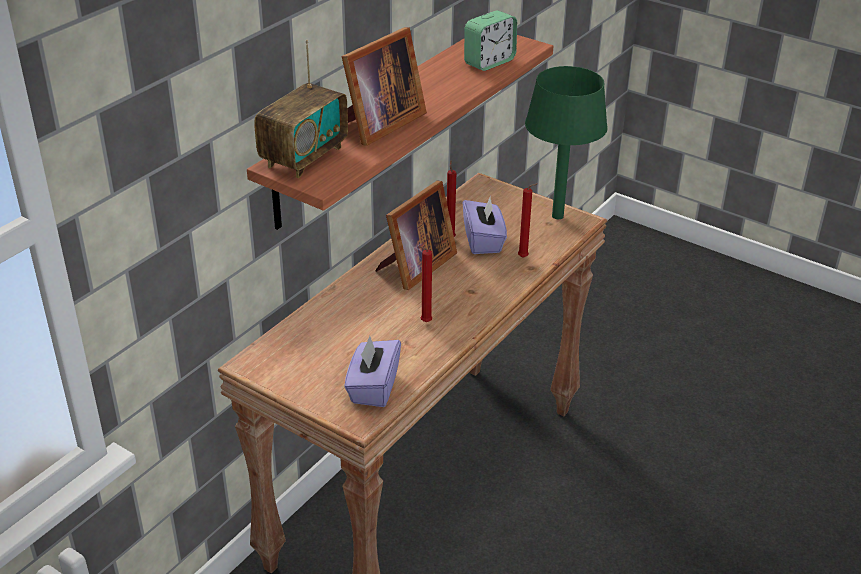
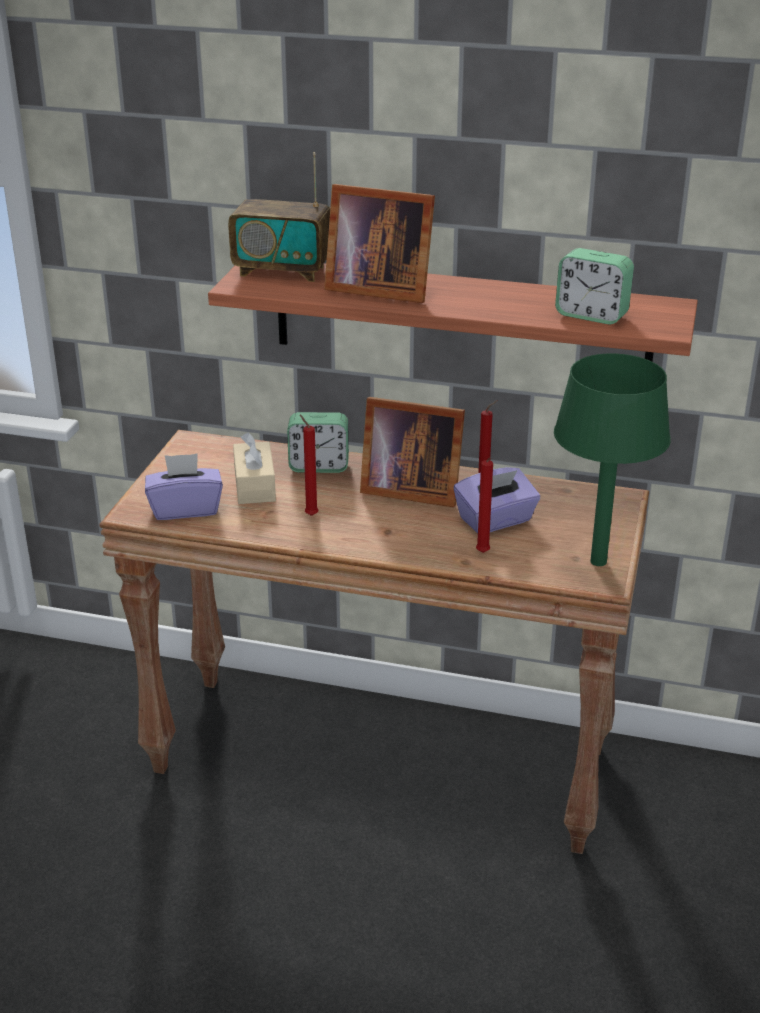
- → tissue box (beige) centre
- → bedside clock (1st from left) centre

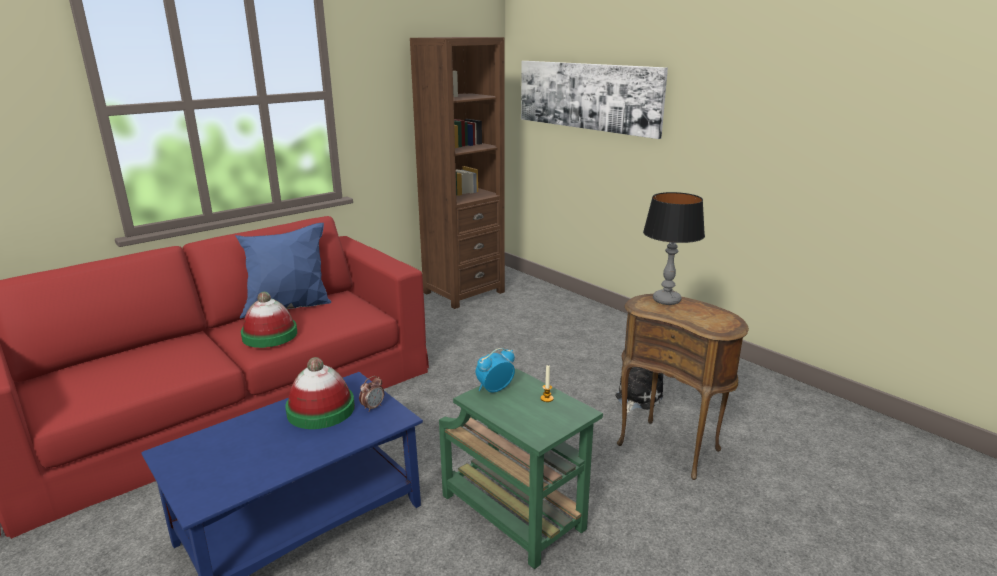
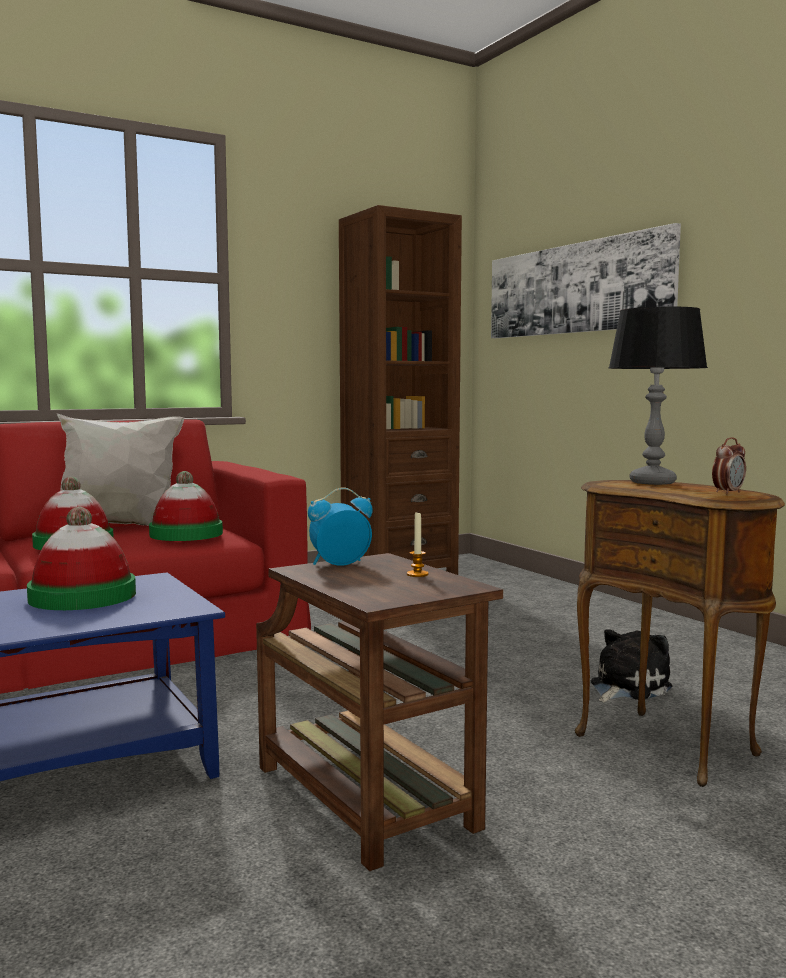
- → clothing hat (3rd from left) middle left
bedside clock (1st from left in the first image) bottom centre → bedside clock (2nd from left) middle right, moved
throw pillow (blue-coloured) middle left → throw pillow (whitish) middle left
side table (green-coloured) bottom centre → side table (brown) (1st from left) bottom centre

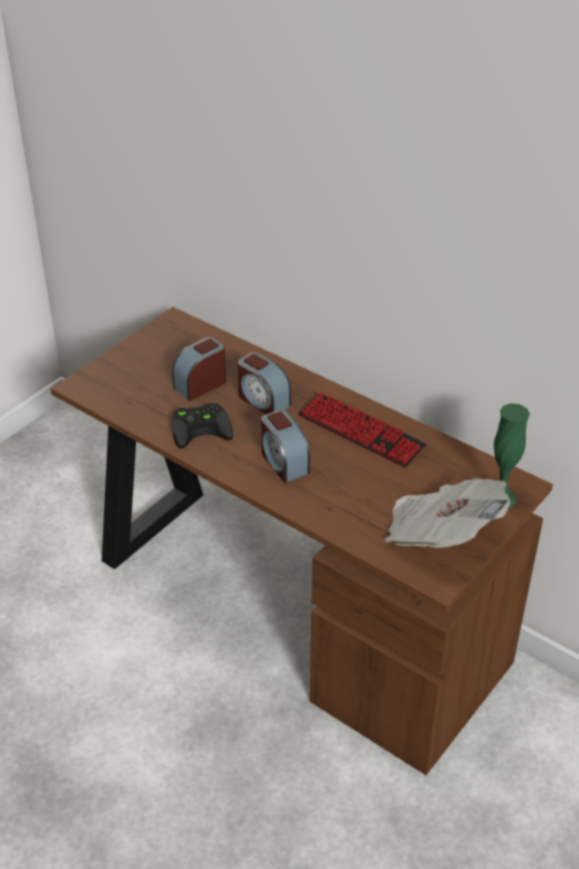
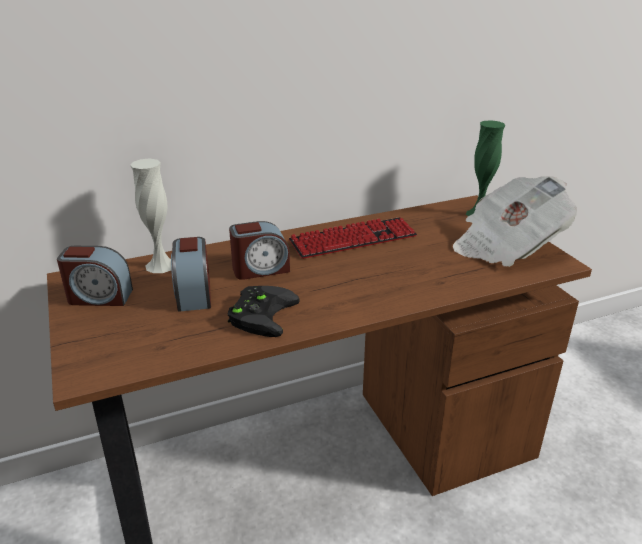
- → flower vase (whitish) middle left
bedside clock (3rd from left in the first image) centre → bedside clock (1st from left) middle left, moved

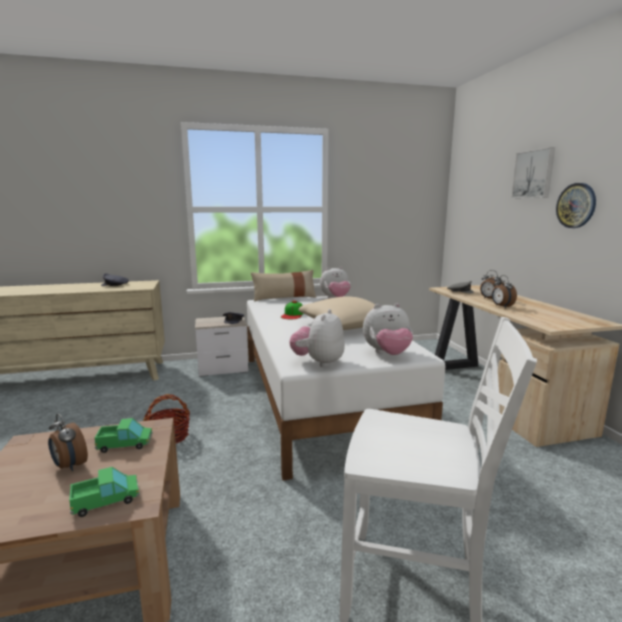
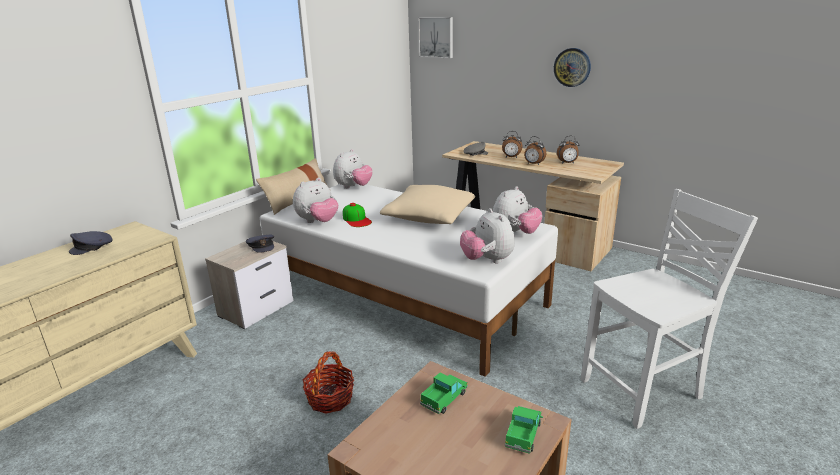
- → cuddly toy (1st from left) centre
bedside clock (1st from left in the first image) bottom left → bedside clock (3rd from left) top right, moved
picture top right → picture top centre, moved

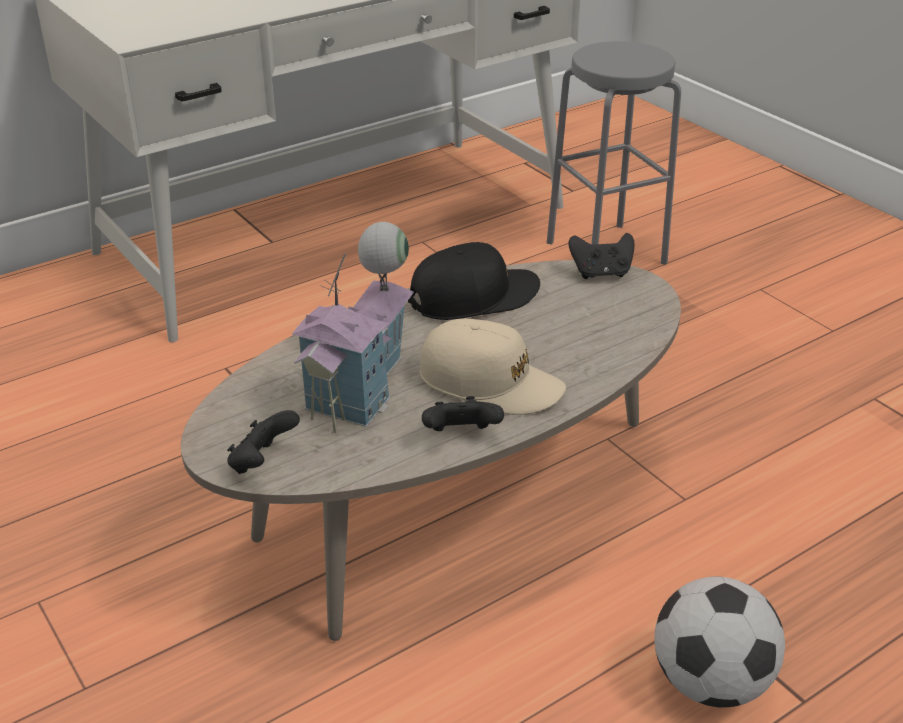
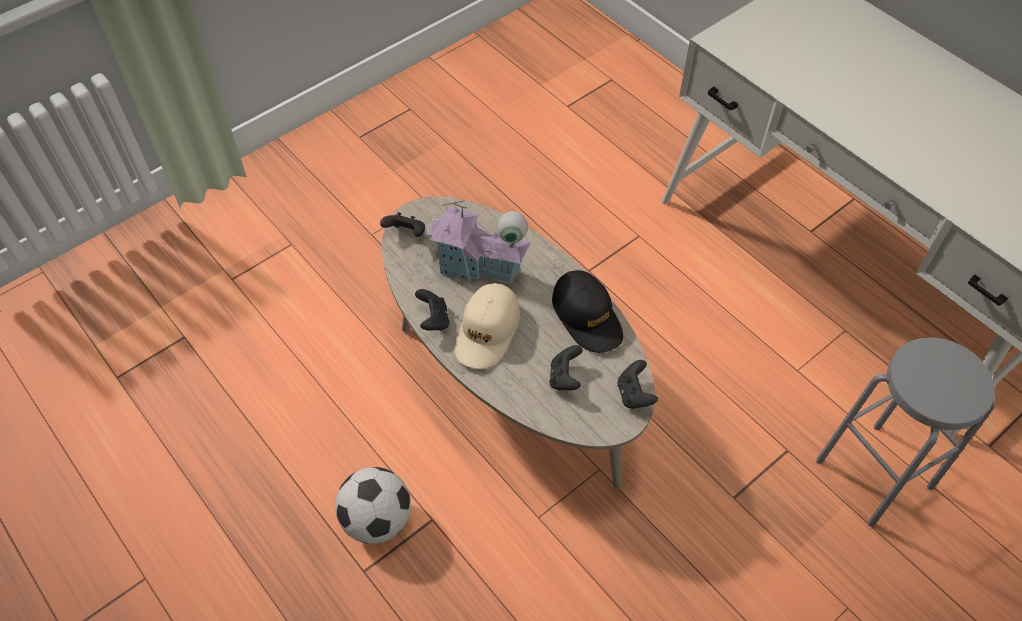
- → game controller (black) (3rd from left) centre

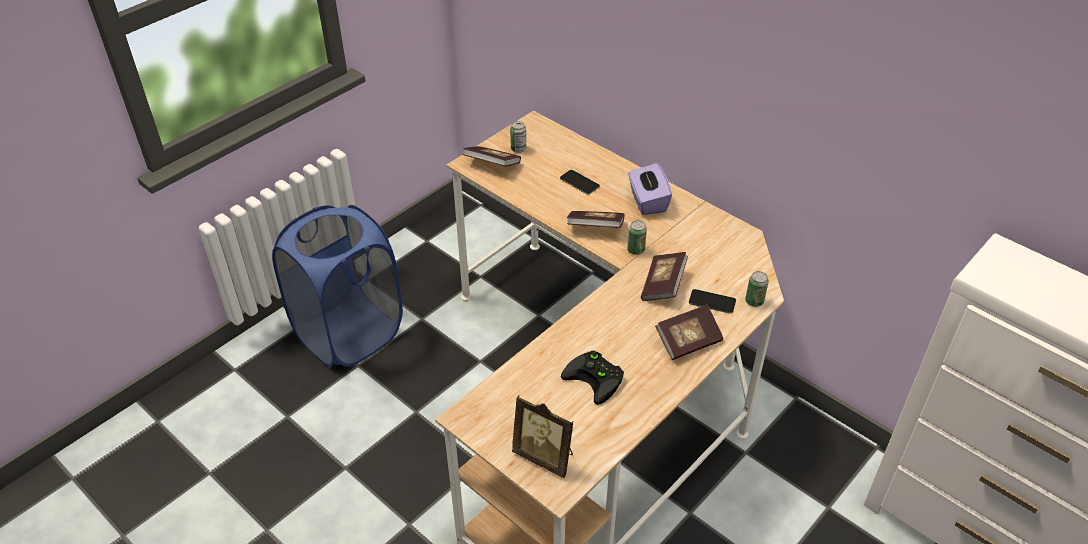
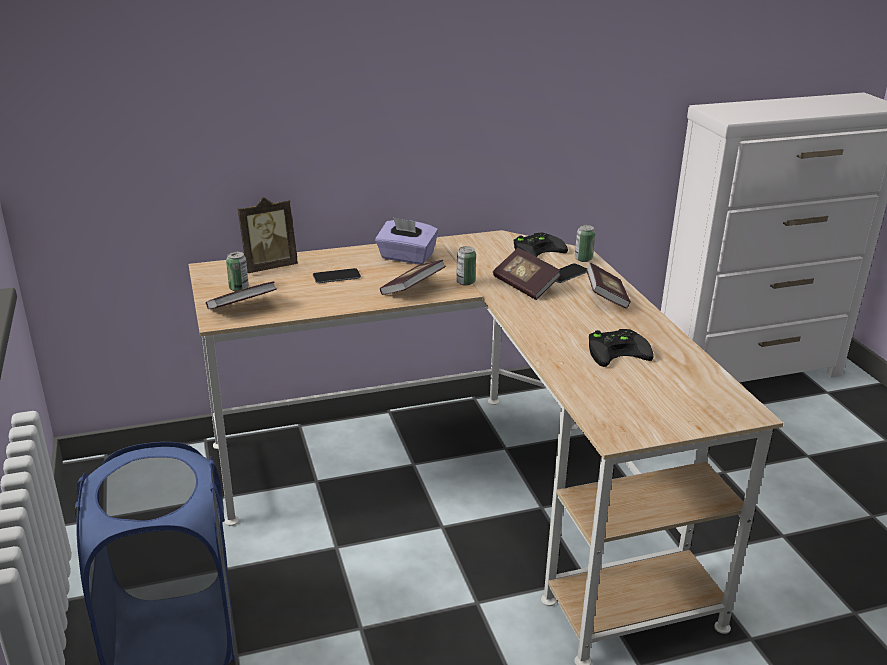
- → game controller (black) (1st from left) centre
picture frame bottom centre → picture frame middle left, moved

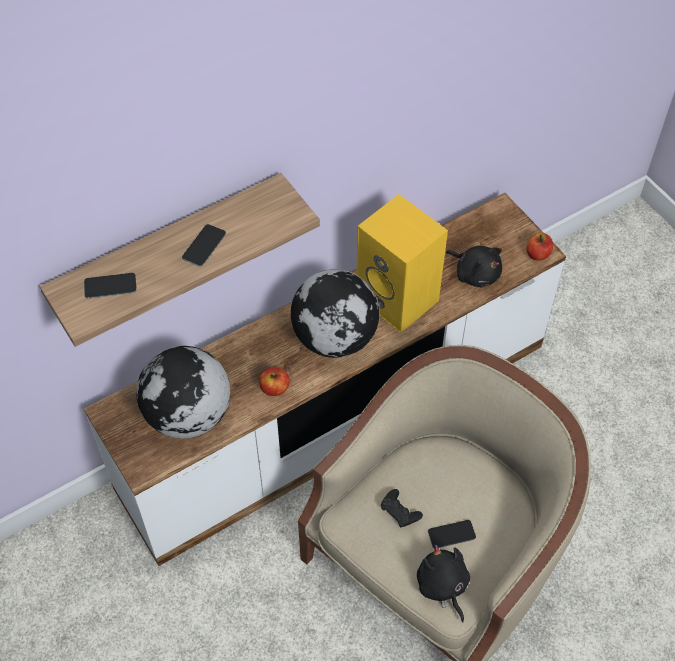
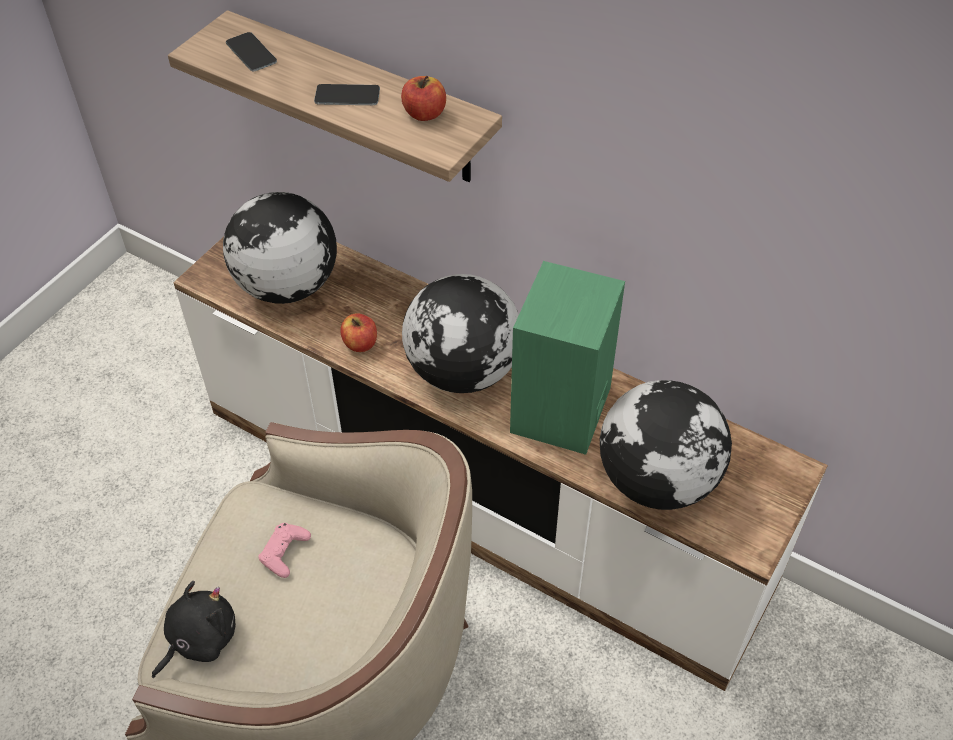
handset (3rd from left) bottom right → -
whole apple (2nd from left) middle right → whole apple (2nd from left) top centre, moved
cuddly toy (black) (2nd from left) middle right → globe (3rd from left) middle right
audio speaker (yellow) centre → audio speaker (green-coloured) centre
game controller (black) bottom centre → game controller (pink) bottom left

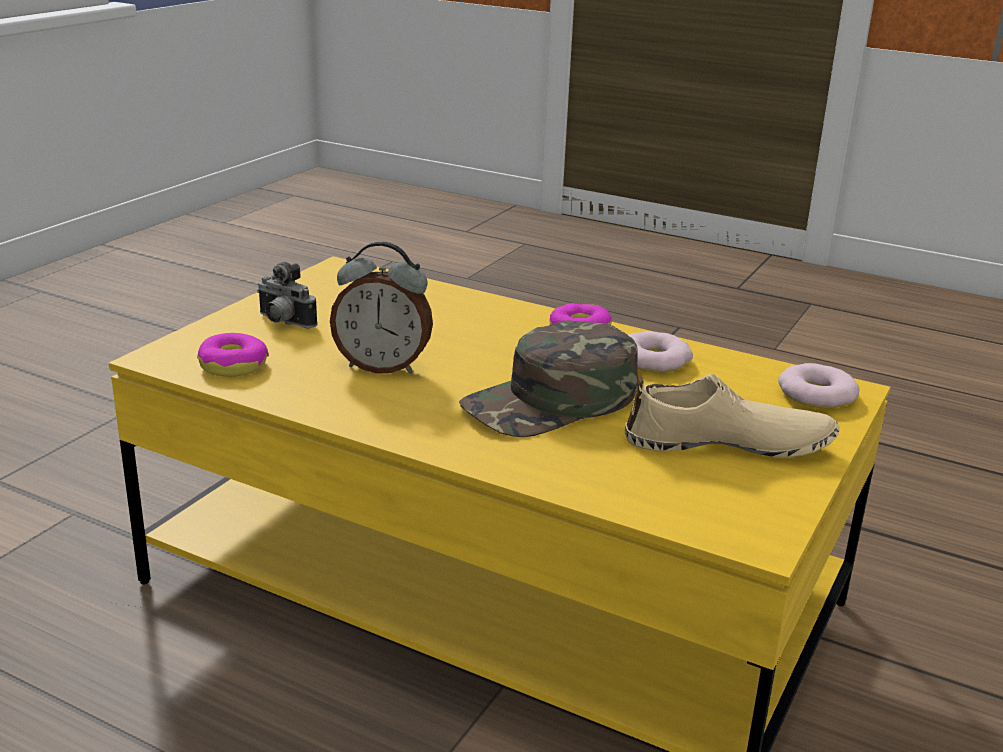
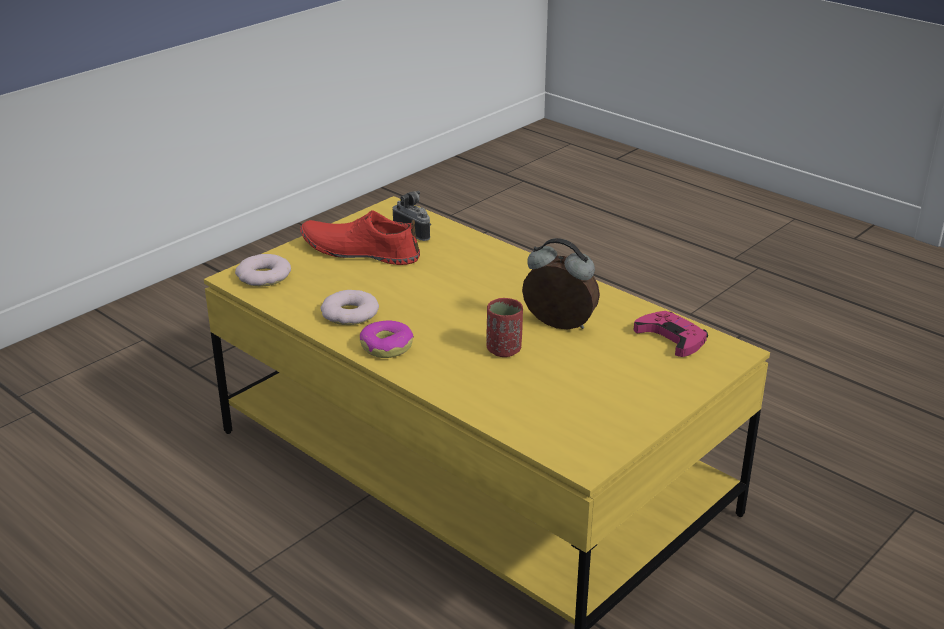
peaked cap (green-coloured) centre → -
- → cup (red-coloured) centre
still camera middle left → still camera centre, moved
donut (1st from left) middle left → game controller (pink) middle right
low shoe (beige) middle right → low shoe (red-coloured) centre

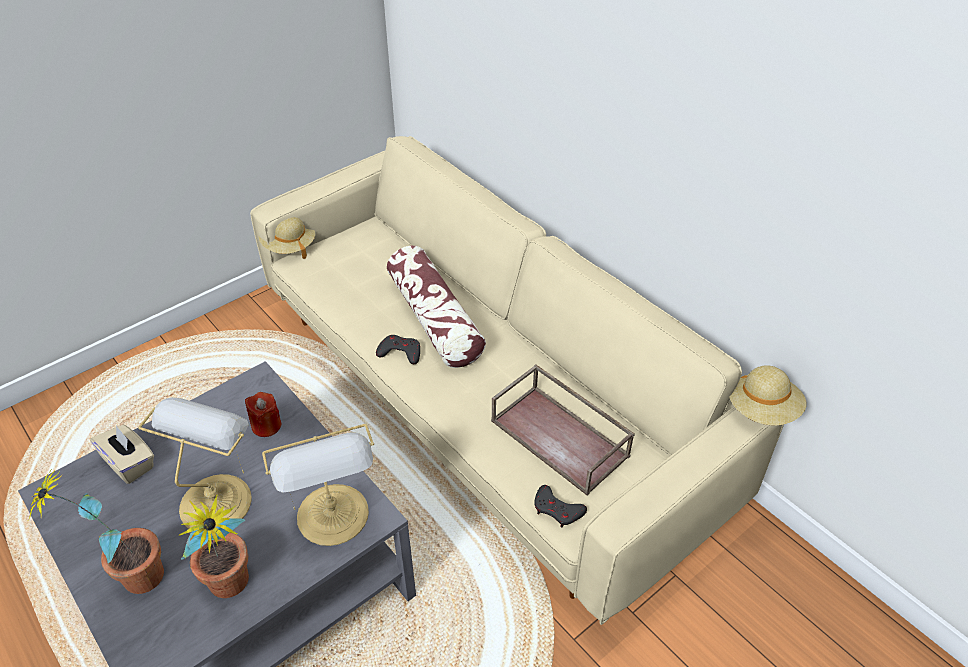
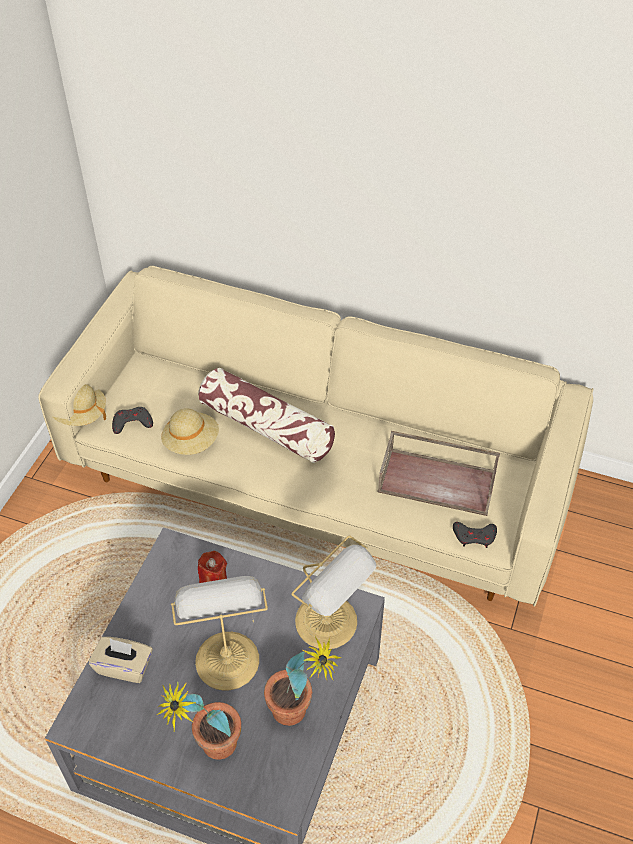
game controller (grey) (1st from left) centre → game controller (grey) (1st from left) middle left, moved
clothing hat (beige) (2nd from left) middle right → clothing hat (beige) (2nd from left) middle left, moved

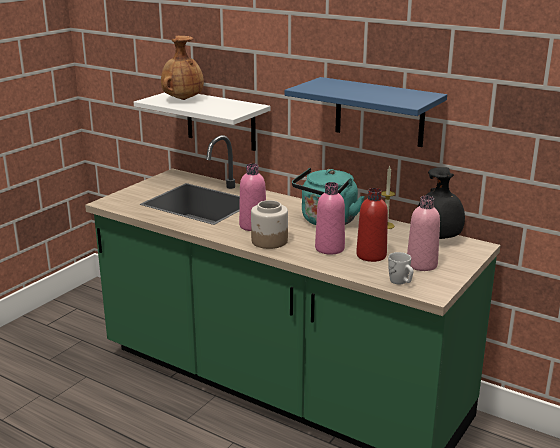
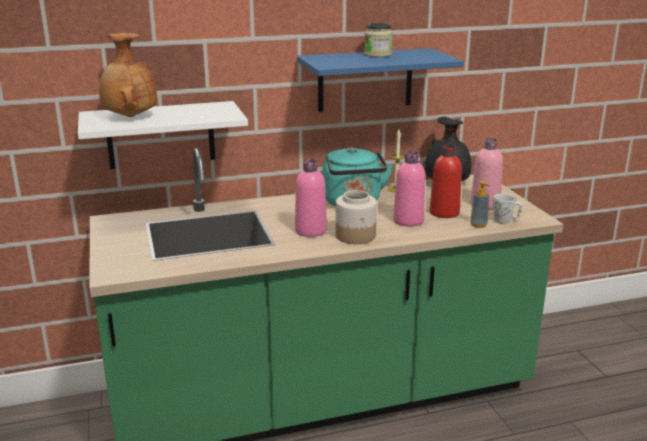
- → preserve jar (2nd from left) top centre
- → soap bottle middle right

